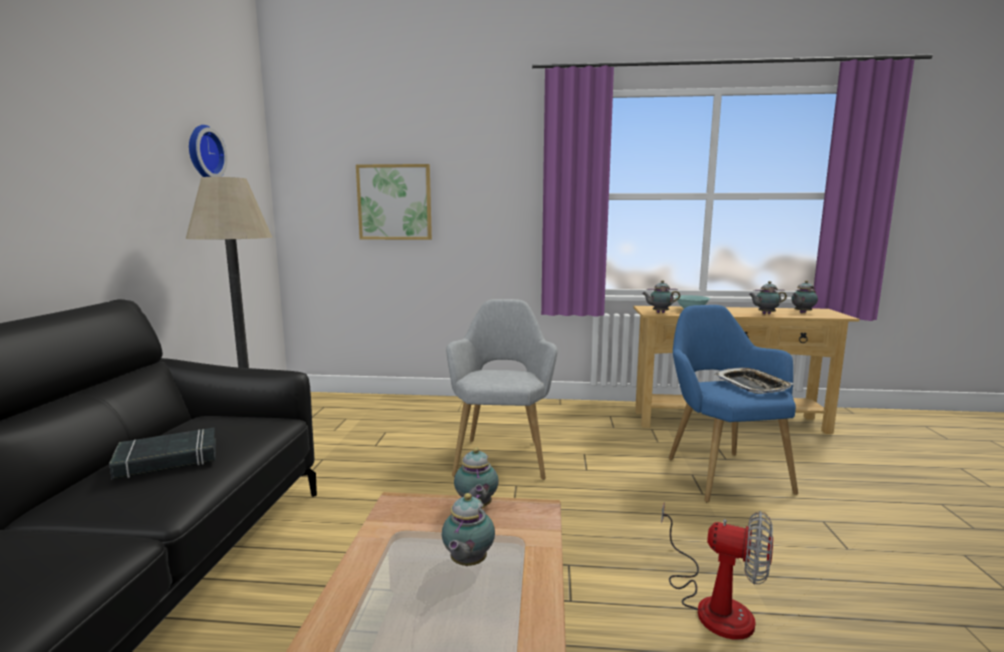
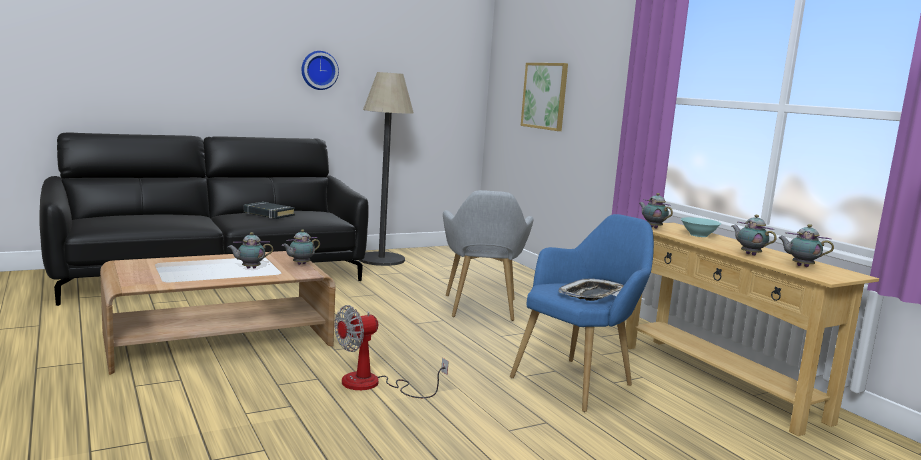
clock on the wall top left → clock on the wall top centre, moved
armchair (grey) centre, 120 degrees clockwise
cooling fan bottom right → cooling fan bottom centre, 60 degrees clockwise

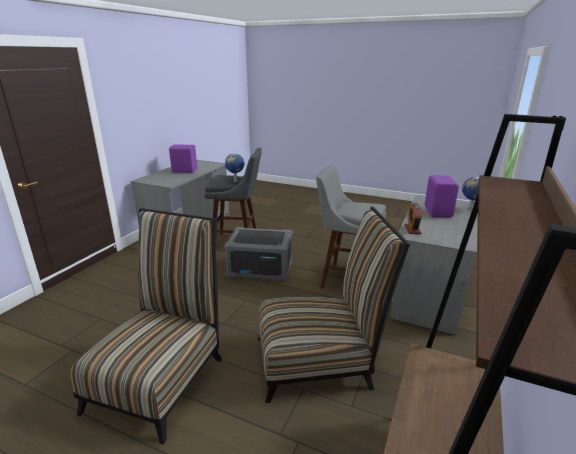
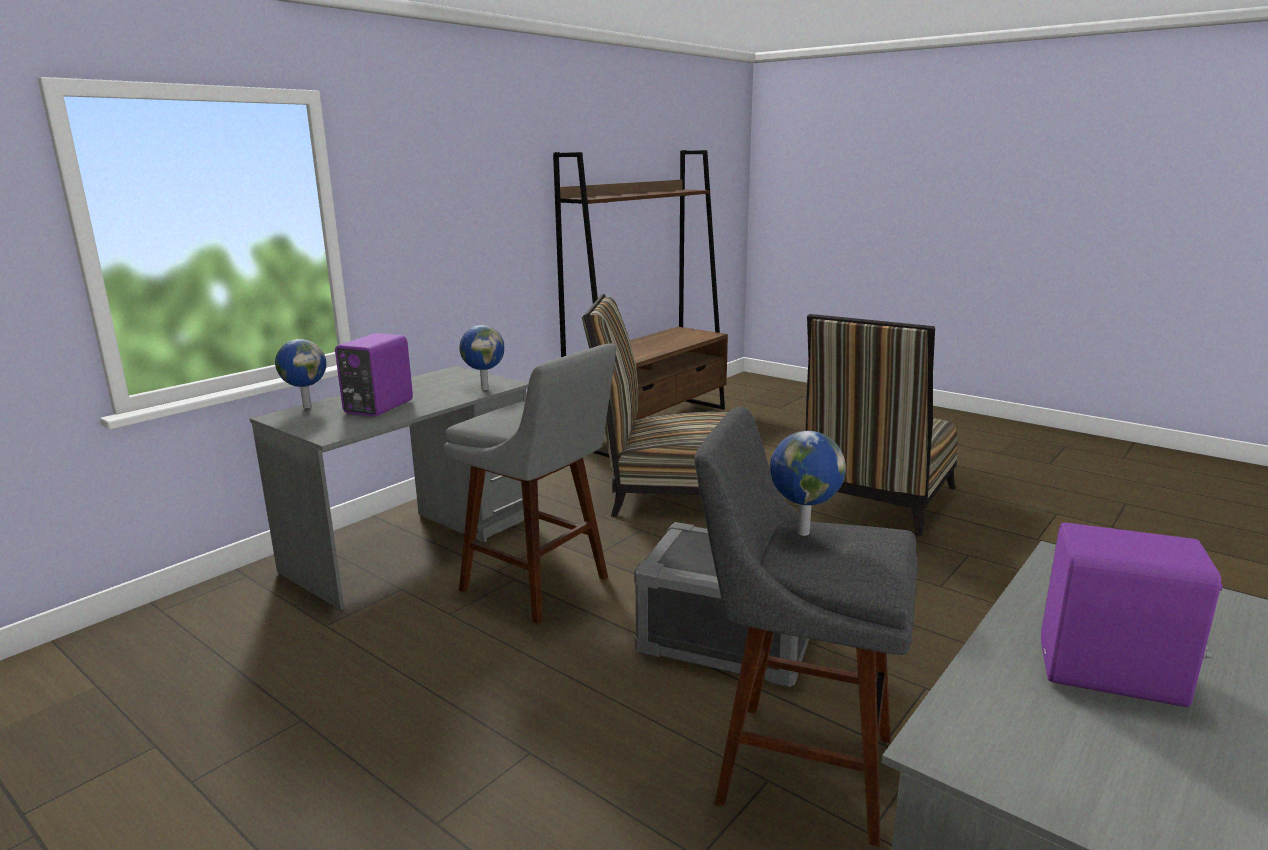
bedside clock middle right → globe (2nd from left) centre

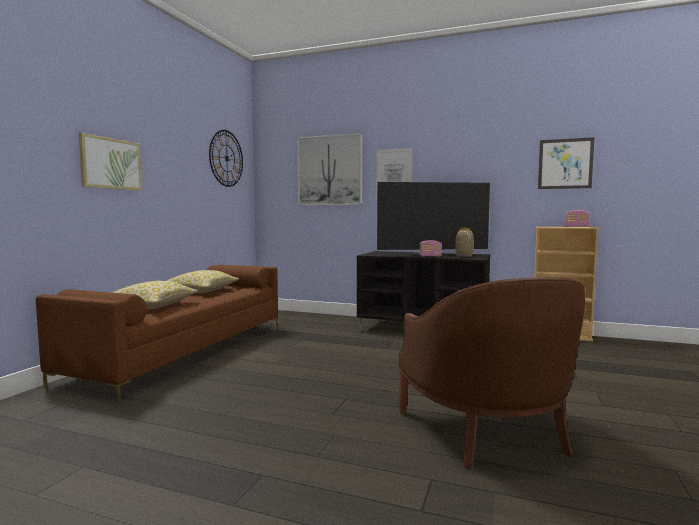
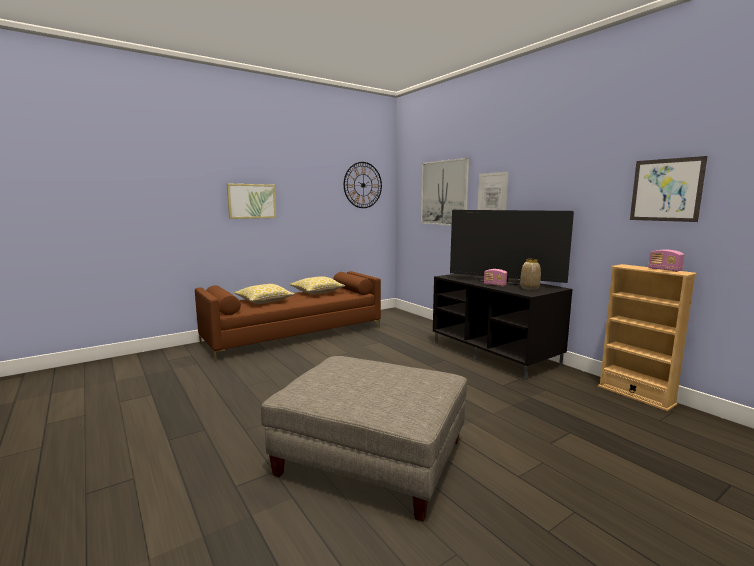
armchair (brown) bottom right → ottoman (grey) bottom centre

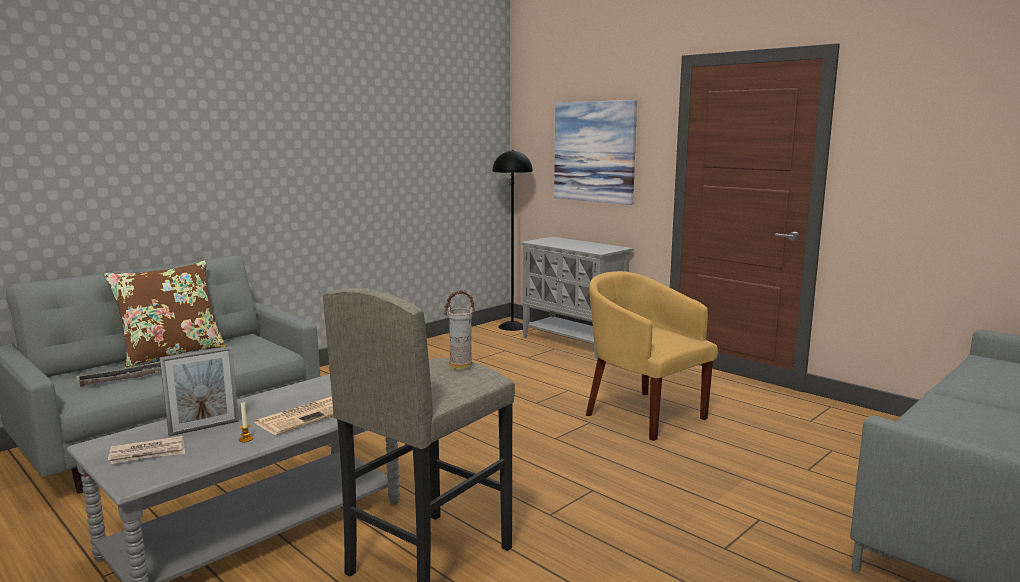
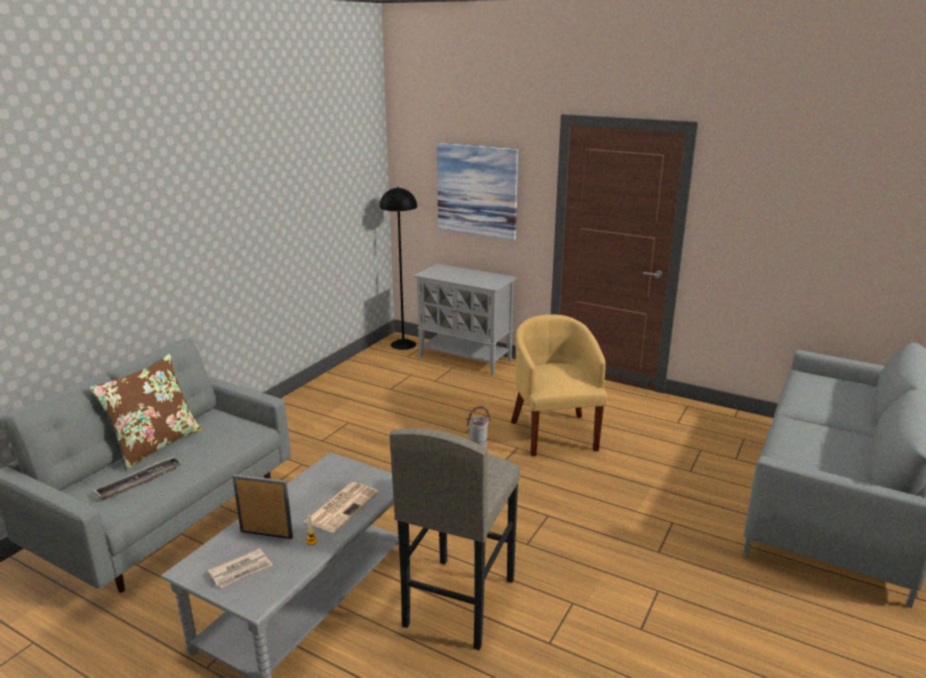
picture frame bottom left, 120 degrees counterclockwise
armchair (yellow) centre, 45 degrees clockwise

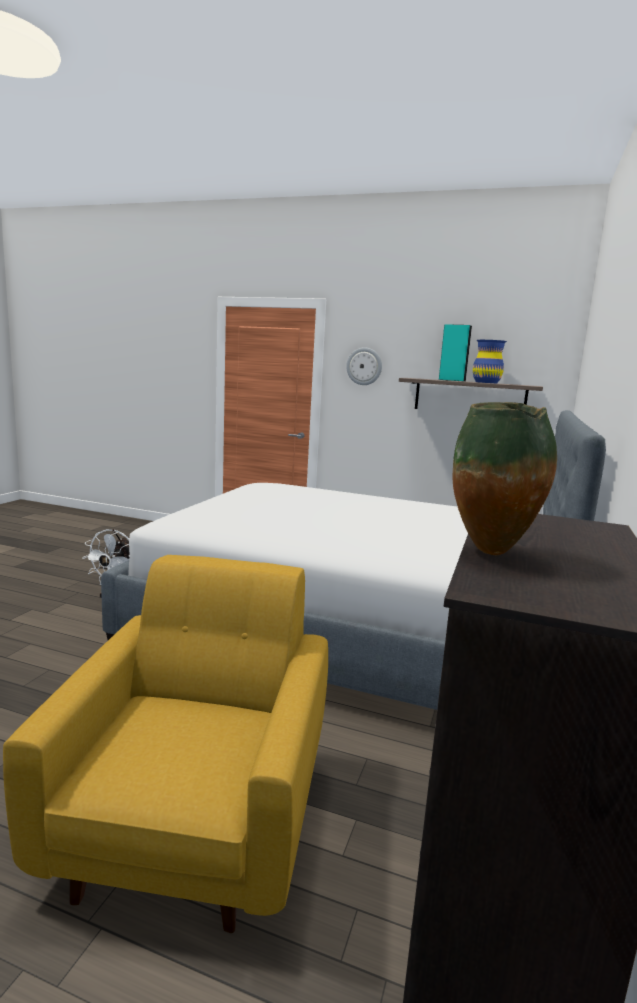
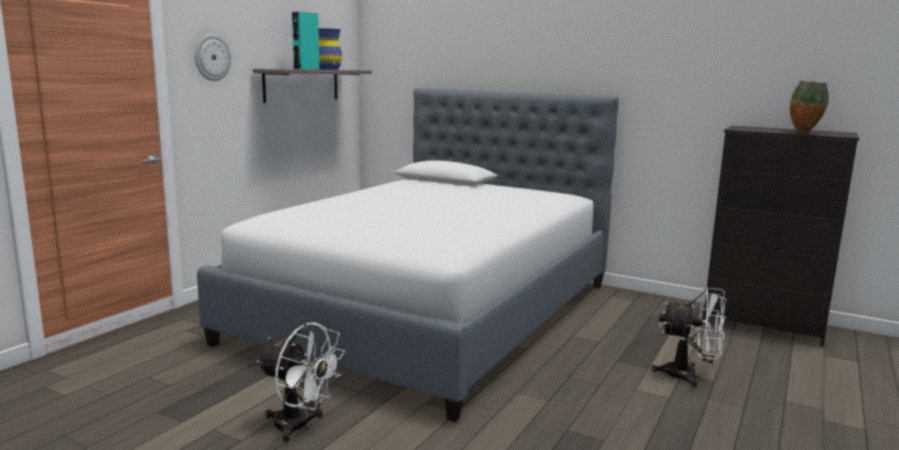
armchair (yellow) bottom left → cooling fan (whitish) (2nd from left) bottom right

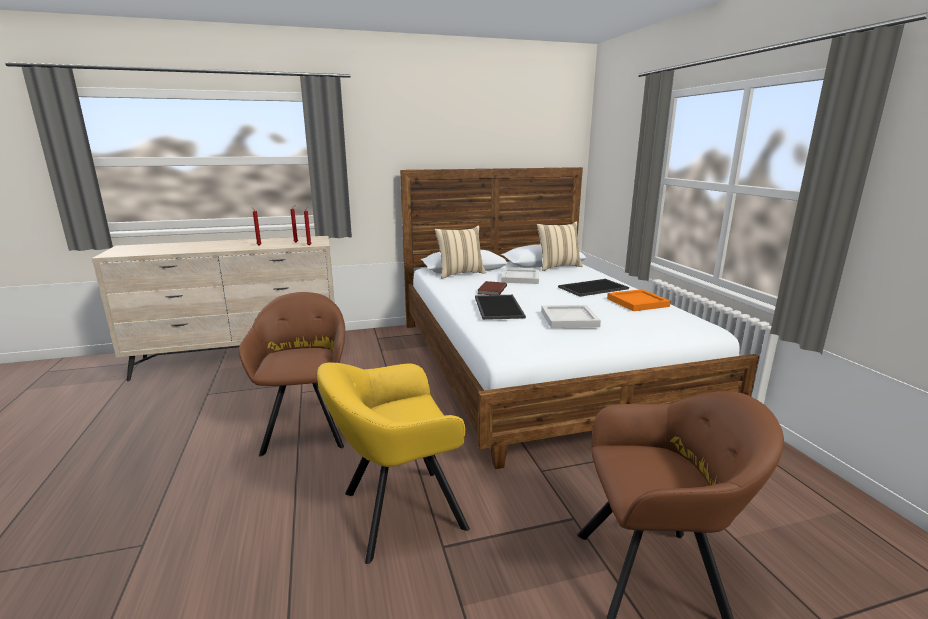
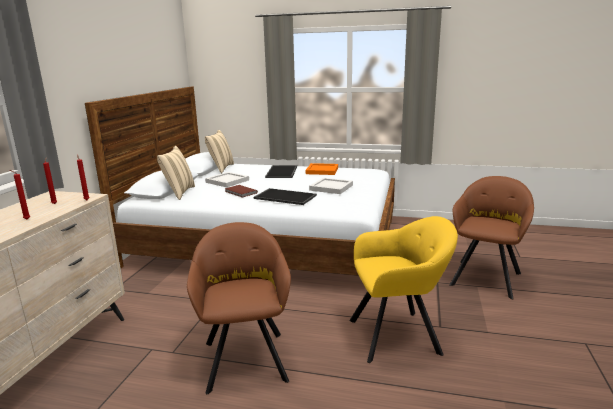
armchair (brown) (1st from left) middle left → armchair (brown) (1st from left) bottom centre, 60 degrees clockwise
armchair (yellow) bottom centre, 105 degrees counterclockwise

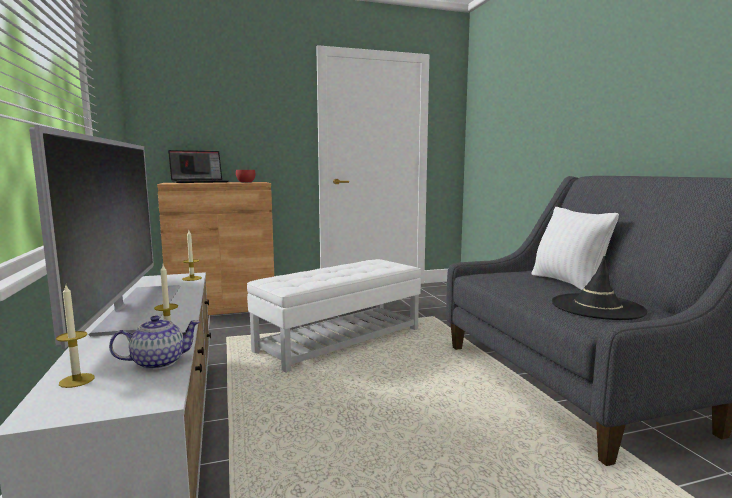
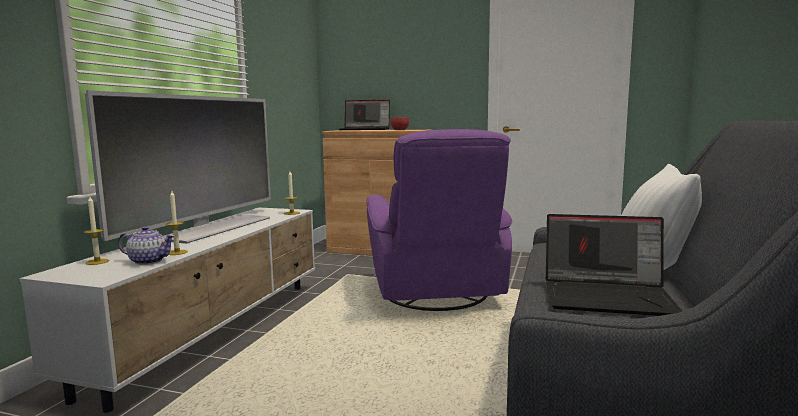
ottoman (whitish) centre → armchair (purple-coloured) centre
clothing hat (black) middle right → notebook computer (2nd from left) middle right

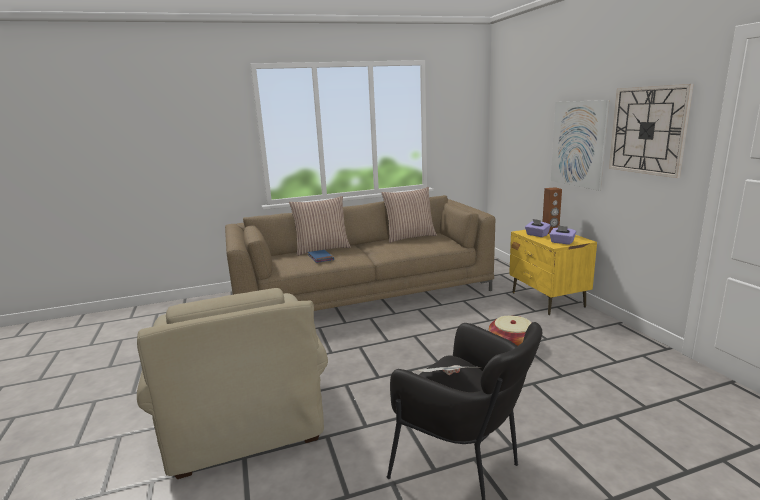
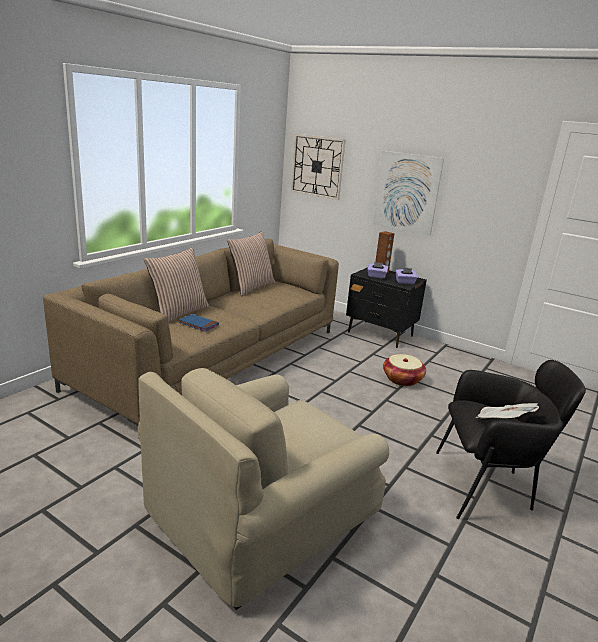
clock on the wall top right → clock on the wall top centre, moved
bedside table (yellow) middle right → bedside table (black) centre
armchair (beige) bottom left → armchair (beige) bottom centre, 105 degrees clockwise

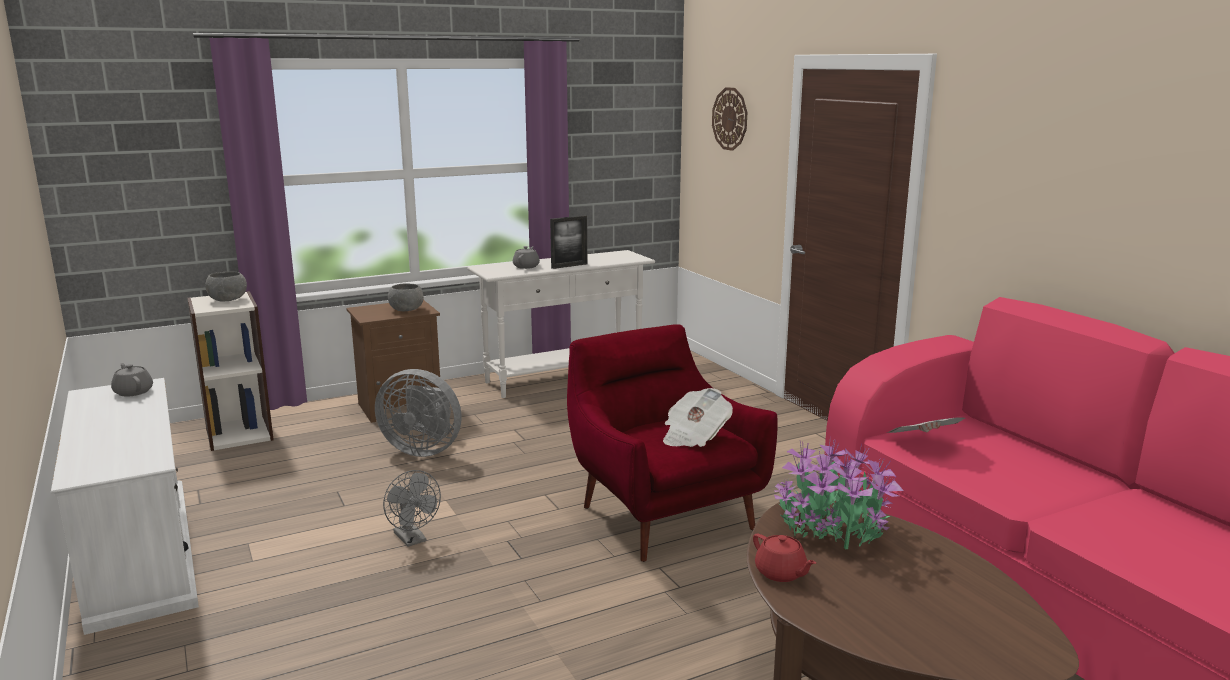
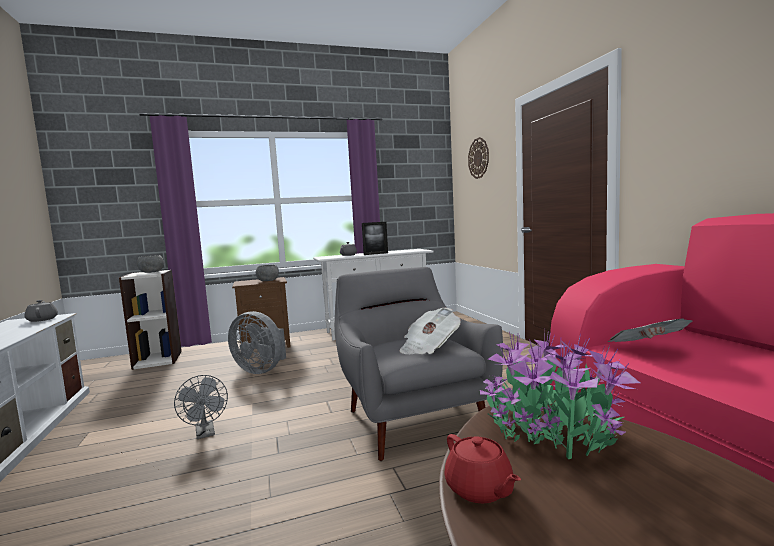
armchair (red-coloured) centre → armchair (grey) bottom centre

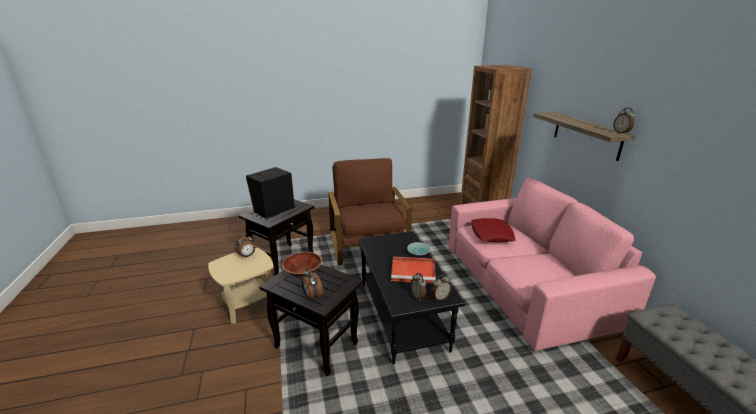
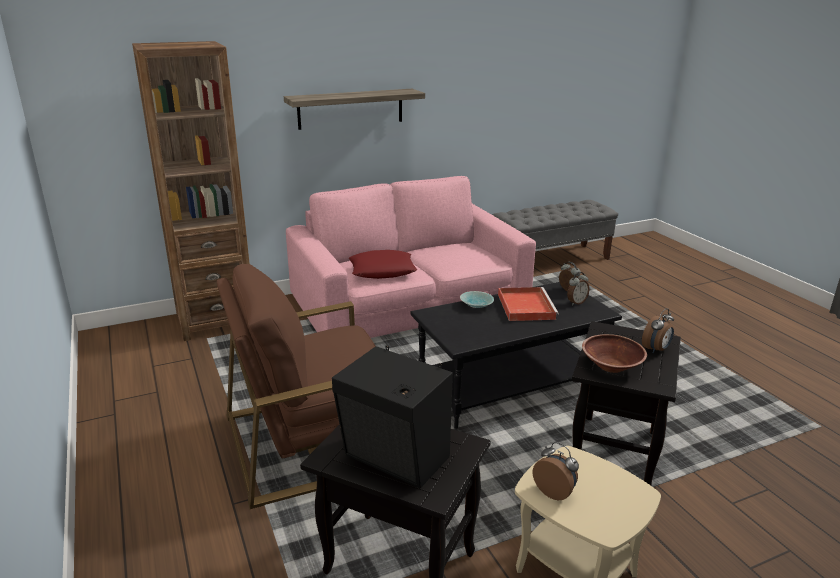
bedside clock (5th from left) top right → -

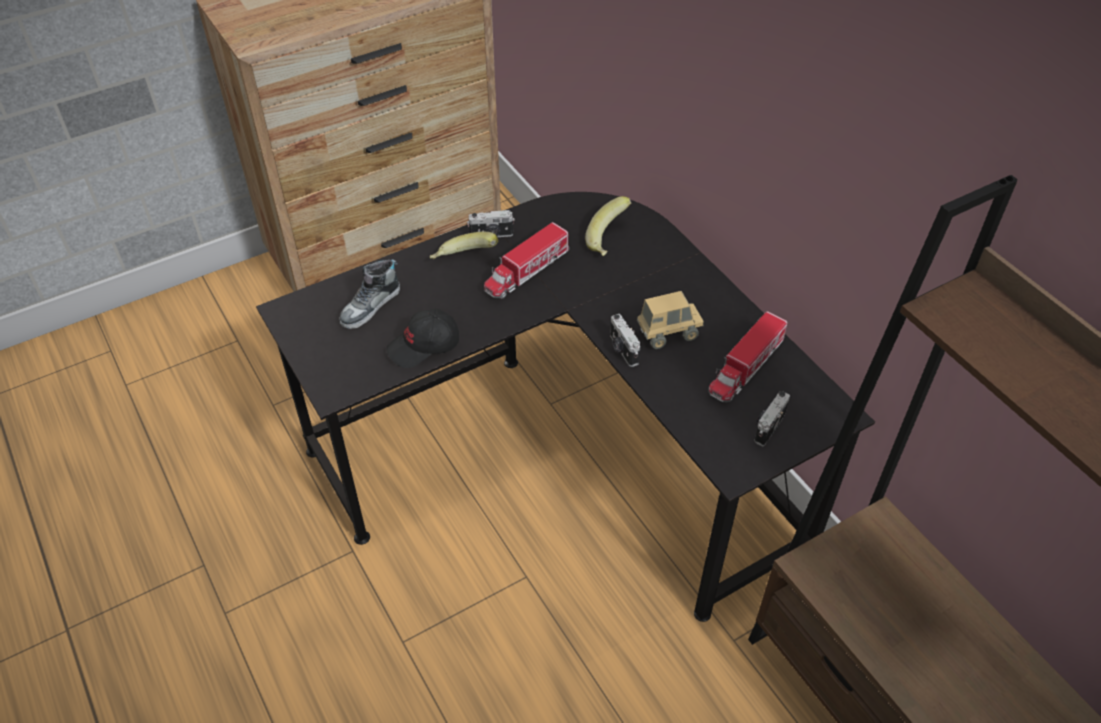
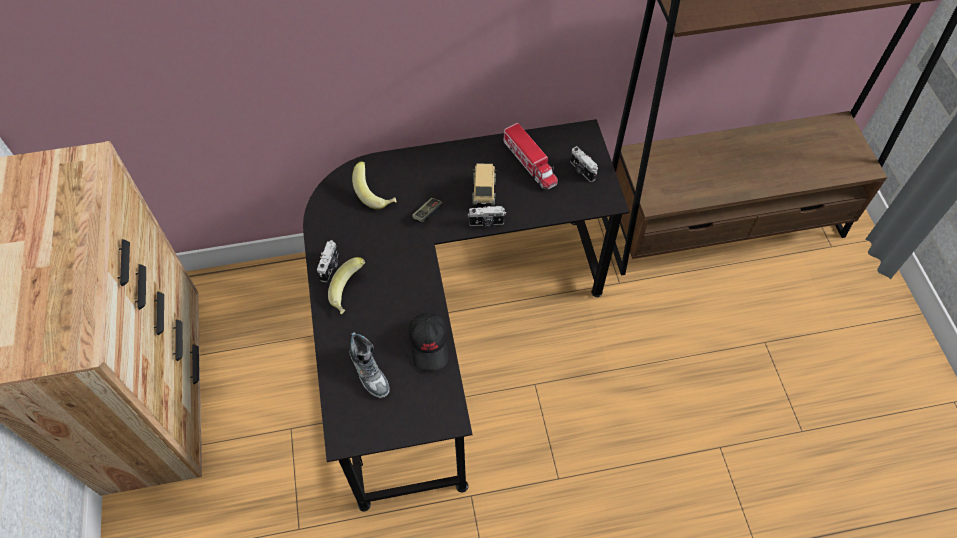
toy lorry (1st from left) centre → -
- → game controller centre

